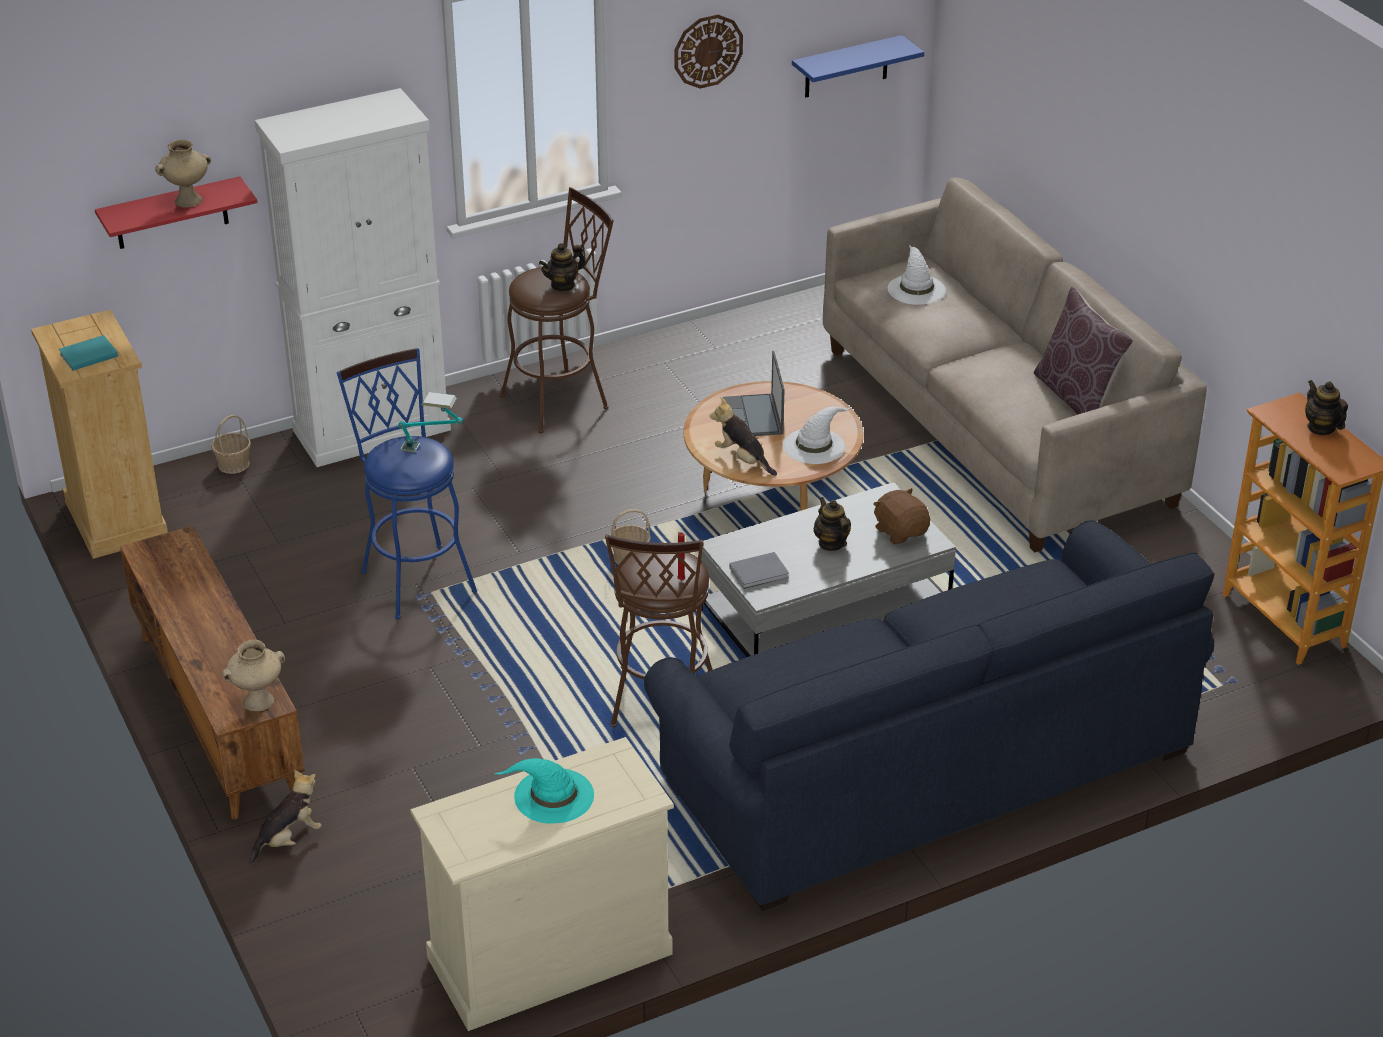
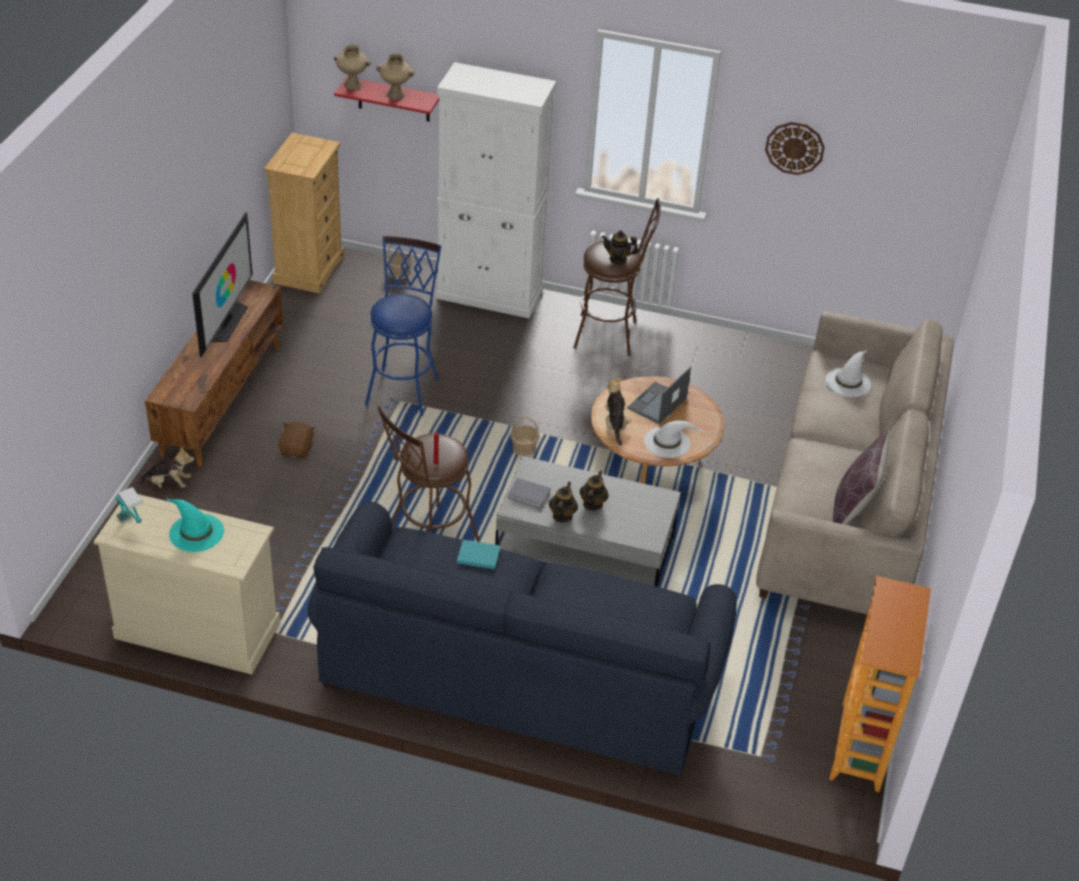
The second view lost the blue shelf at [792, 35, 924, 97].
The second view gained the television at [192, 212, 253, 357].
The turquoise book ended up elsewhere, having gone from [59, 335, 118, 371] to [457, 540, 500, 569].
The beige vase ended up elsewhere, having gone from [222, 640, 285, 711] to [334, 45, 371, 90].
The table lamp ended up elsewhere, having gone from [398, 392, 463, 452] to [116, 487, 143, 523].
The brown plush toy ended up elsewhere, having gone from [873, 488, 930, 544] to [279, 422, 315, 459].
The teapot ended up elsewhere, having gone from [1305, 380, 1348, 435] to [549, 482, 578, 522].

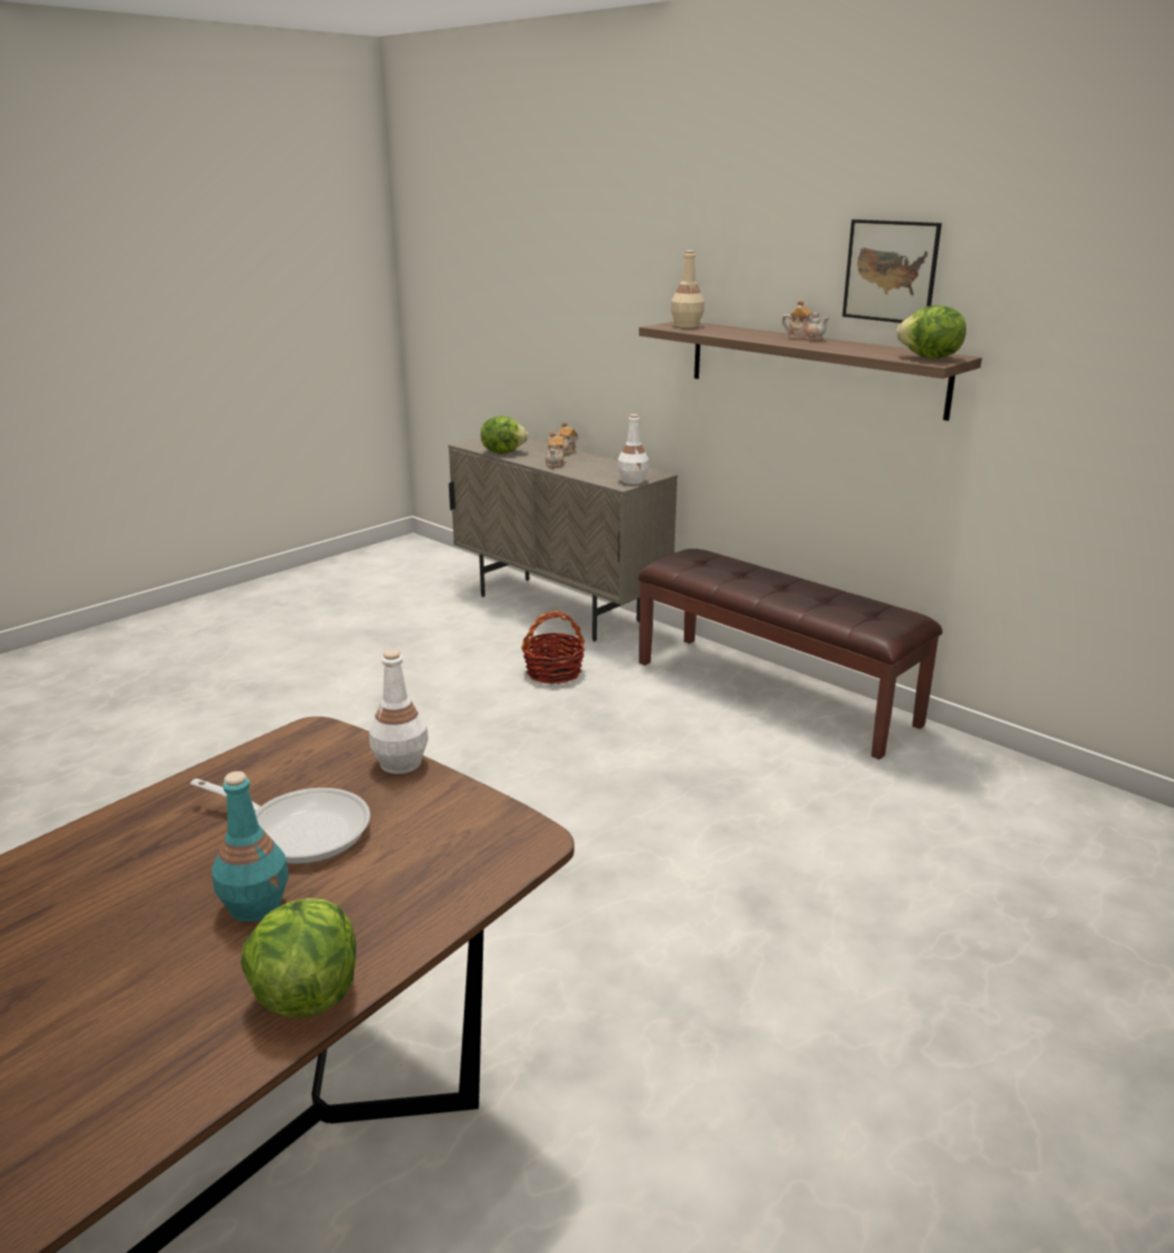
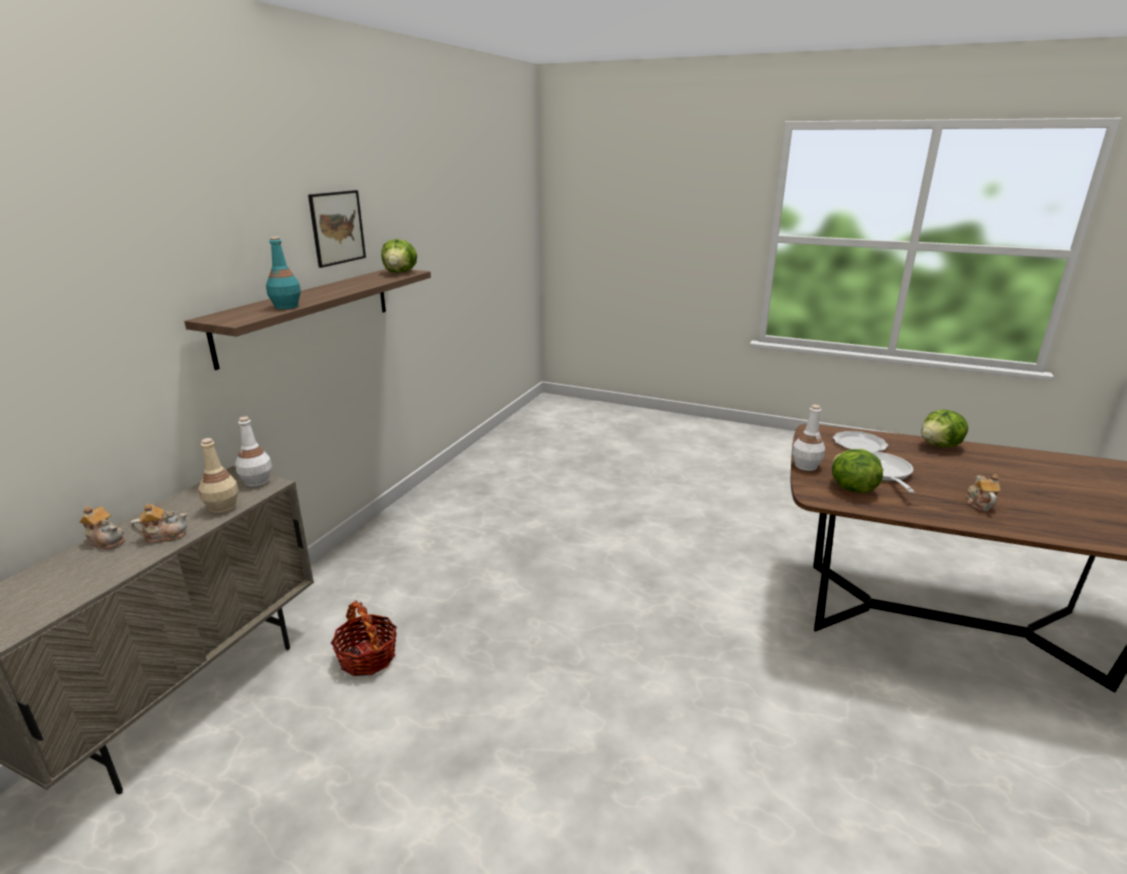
The second view lost the brown bench at [638, 549, 943, 760].
The second view gained the plate at [833, 431, 888, 452].
The turquoise bottle ended up elsewhere, having gone from [212, 771, 289, 922] to [266, 237, 301, 309].
The lettuce ended up elsewhere, having gone from [481, 416, 528, 454] to [832, 449, 883, 493].
The beige bottle ended up elsewhere, having gone from [671, 250, 704, 328] to [198, 438, 239, 513].
The teapot ended up elsewhere, having gone from [782, 299, 829, 341] to [967, 474, 1001, 511].

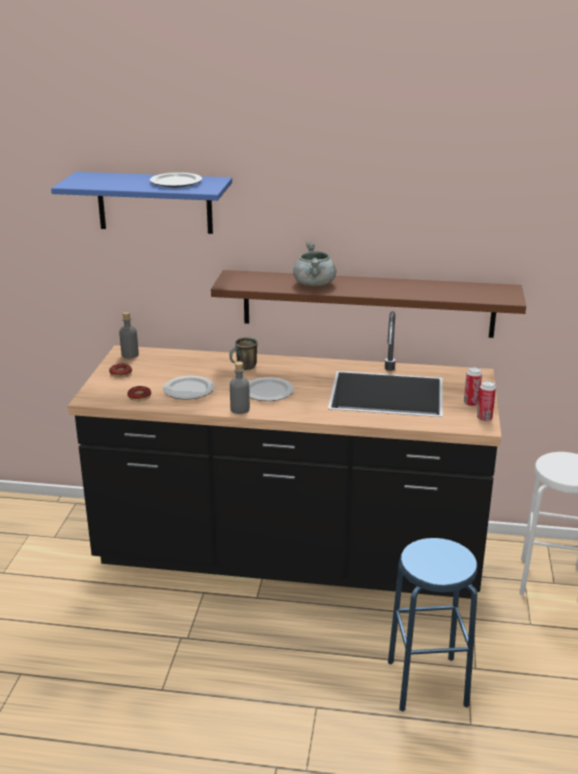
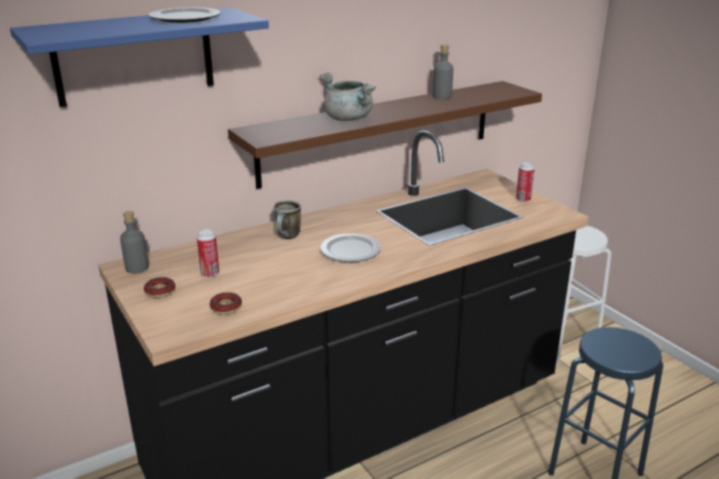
The second view lost the plate at [163, 376, 215, 400].
The grey bottle ended up elsewhere, having gone from [230, 361, 250, 414] to [433, 44, 453, 99].
The can ended up elsewhere, having gone from [477, 381, 496, 422] to [197, 229, 219, 278].

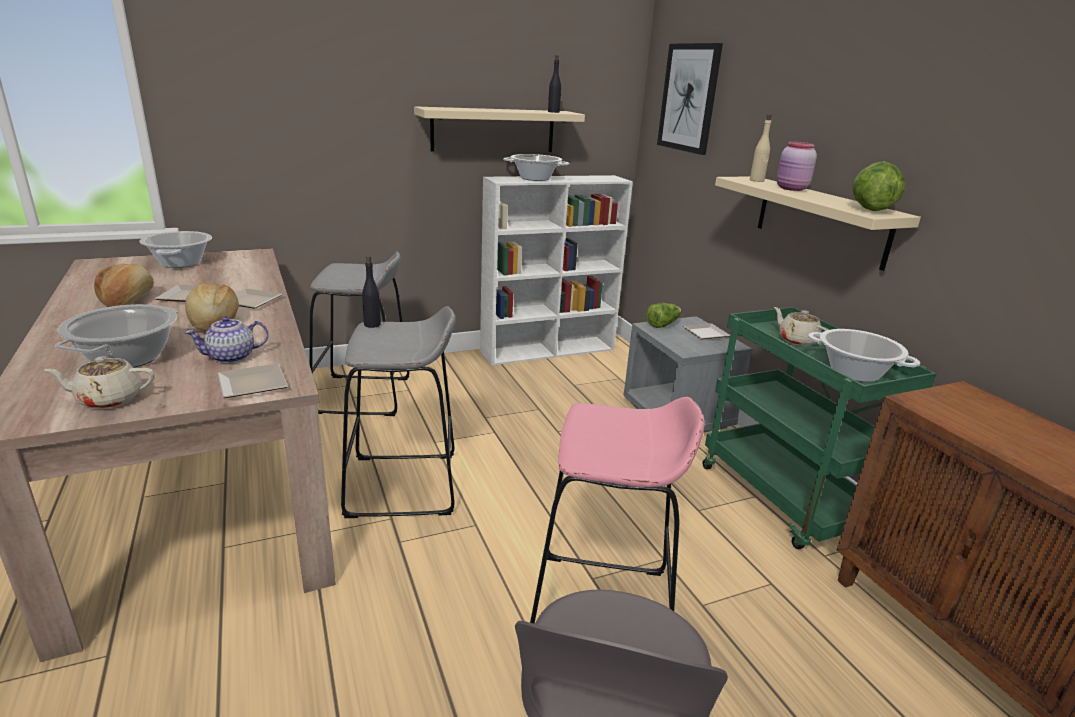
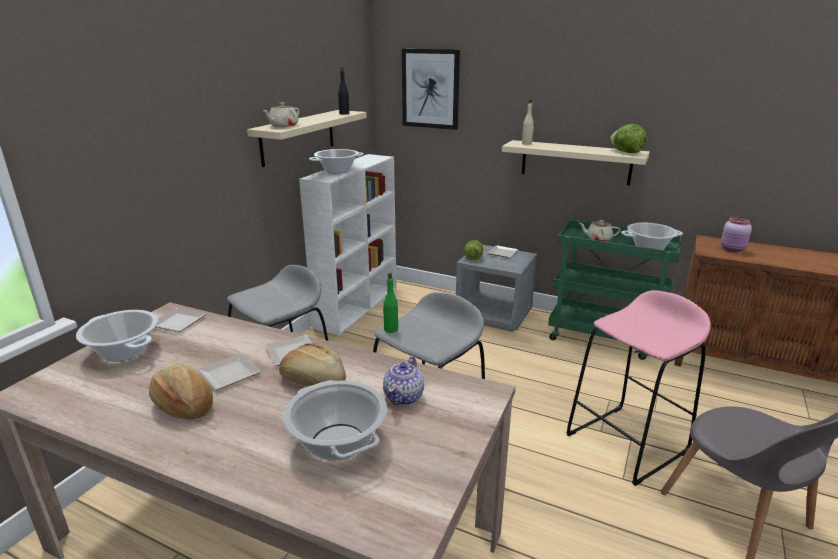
The beige teapot ended up elsewhere, having gone from [45, 356, 155, 409] to [263, 102, 300, 127].
The plate ended up elsewhere, having gone from [218, 363, 288, 398] to [156, 308, 207, 332].
The pink jar ended up elsewhere, having gone from [777, 141, 817, 191] to [721, 216, 752, 252].
What was the black bottle at [362, 256, 381, 328] turned into the green bottle at [383, 273, 398, 333].

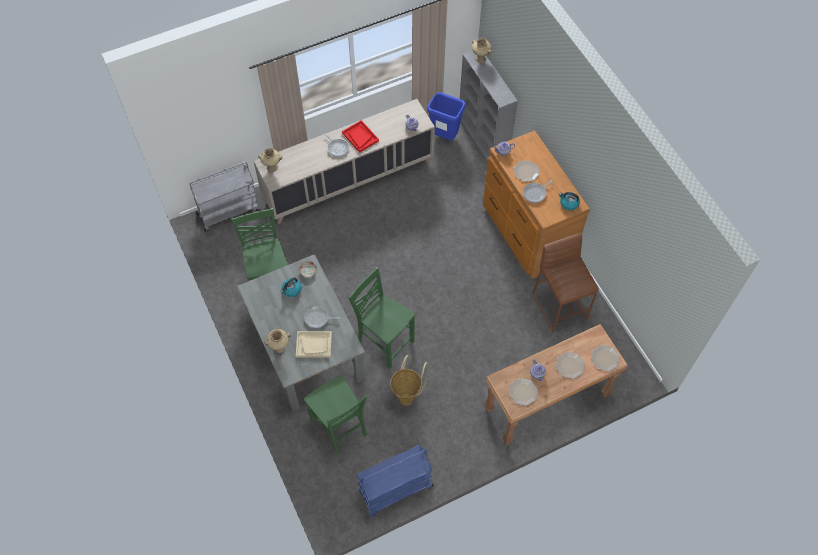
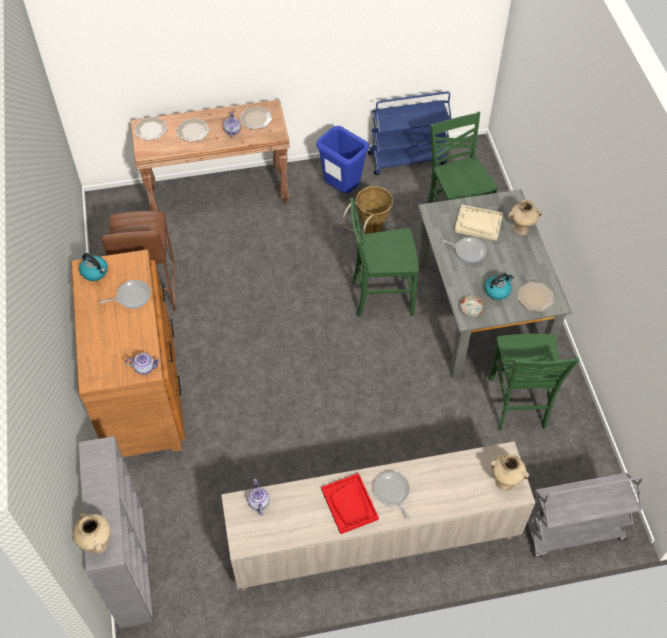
The blue trash can ended up elsewhere, having gone from [427, 92, 466, 140] to [316, 126, 369, 193].
The plate ended up elsewhere, having gone from [513, 160, 540, 182] to [518, 282, 554, 312].
The green chair at [348, 267, 415, 369] ended up facing another way, 120 degrees clockwise from before.

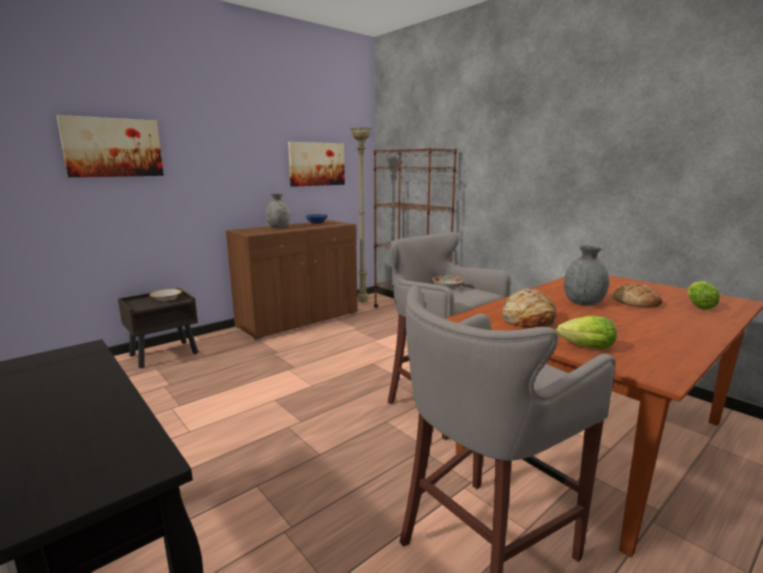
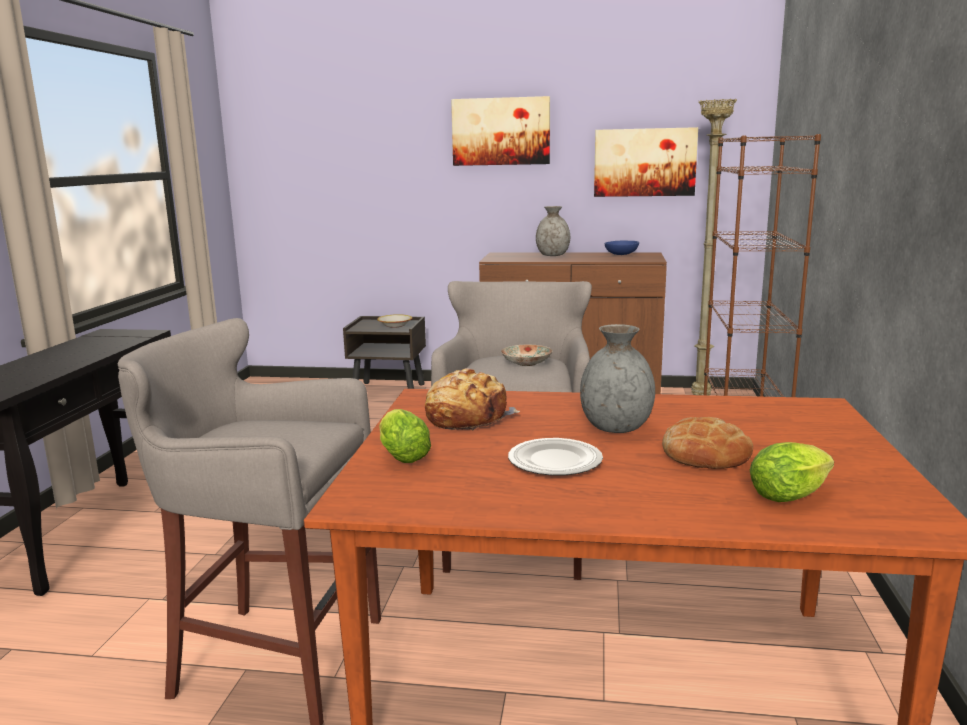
The second view gained the plate at [508, 438, 603, 476].
The picture ended up elsewhere, having gone from [56, 115, 164, 177] to [451, 96, 550, 166].

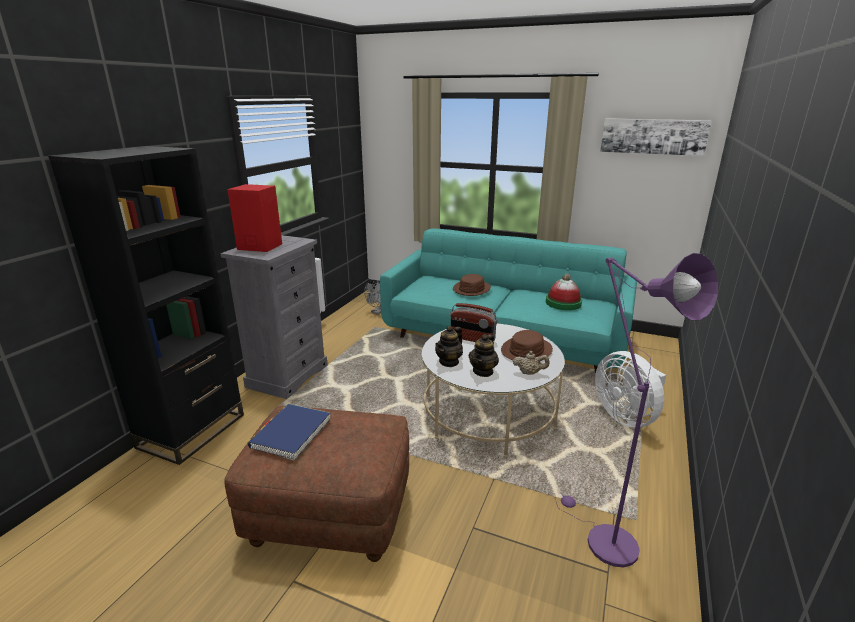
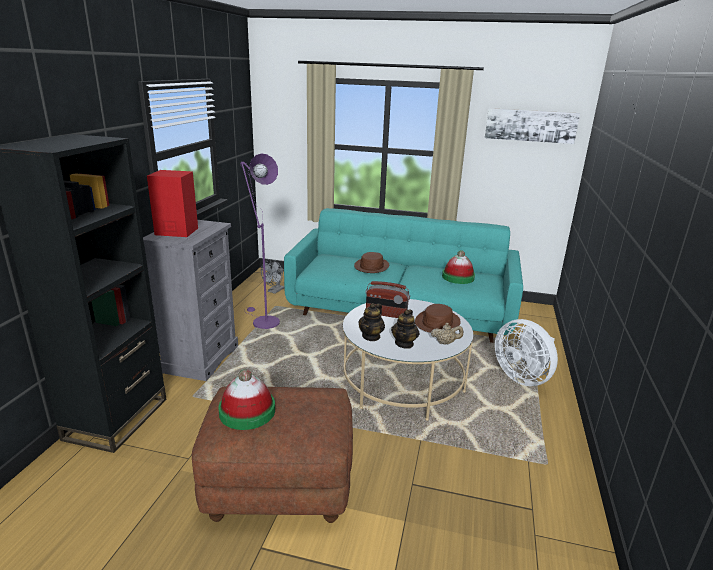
The purple floor lamp ended up elsewhere, having gone from [555, 253, 718, 568] to [240, 154, 280, 329].
Where the blue book stood at [248, 404, 330, 461], the hat came to stand at [218, 369, 275, 430].

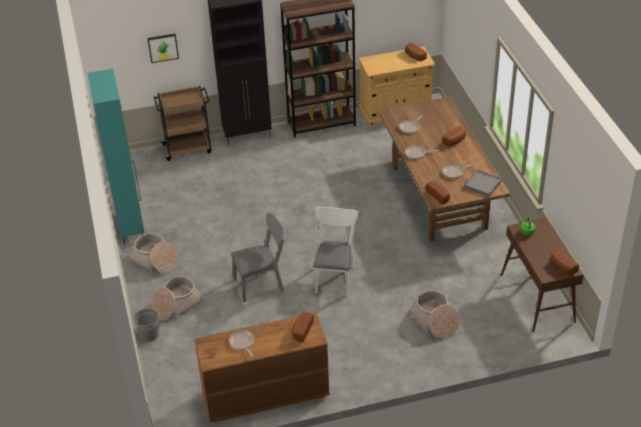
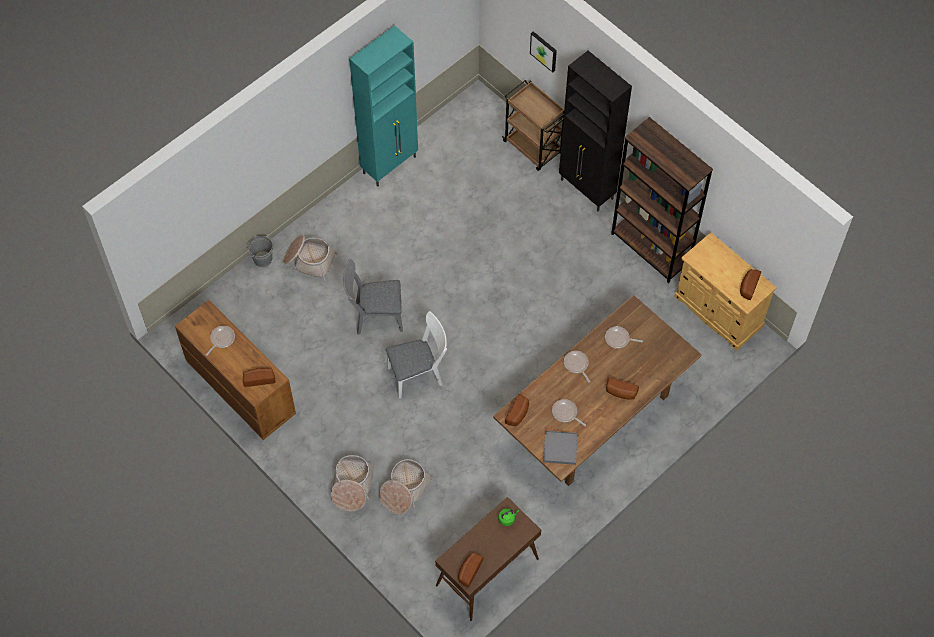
The basket ended up elsewhere, having gone from [129, 233, 178, 274] to [331, 455, 375, 512].
The grey chair at [231, 212, 285, 302] ended up facing another way, 135 degrees clockwise from before.

